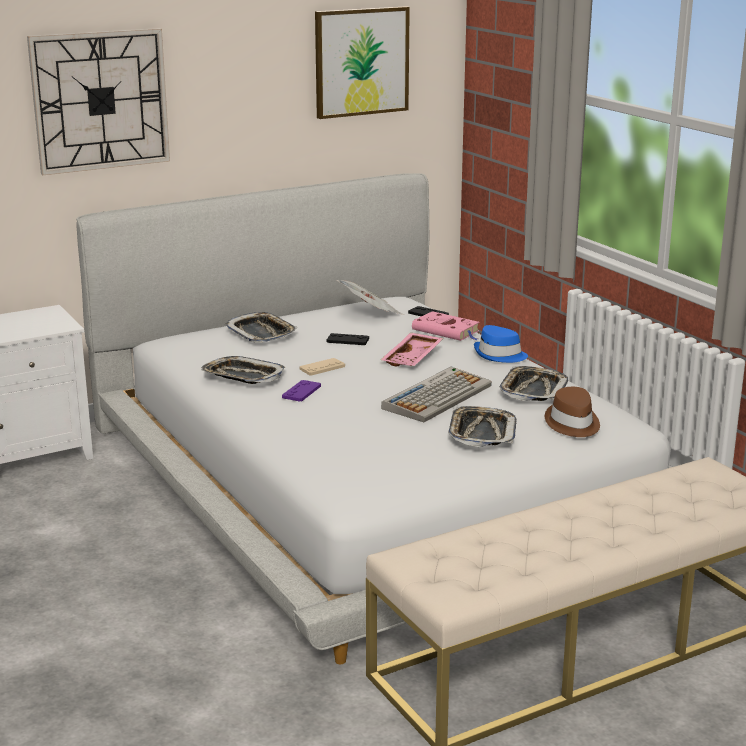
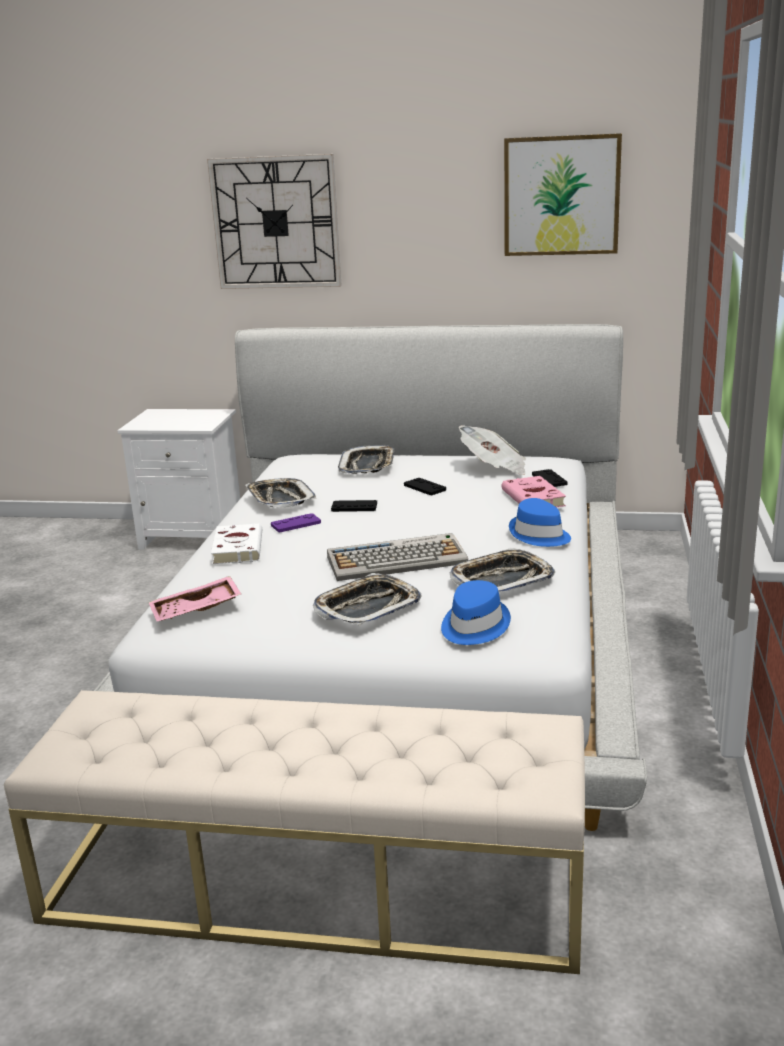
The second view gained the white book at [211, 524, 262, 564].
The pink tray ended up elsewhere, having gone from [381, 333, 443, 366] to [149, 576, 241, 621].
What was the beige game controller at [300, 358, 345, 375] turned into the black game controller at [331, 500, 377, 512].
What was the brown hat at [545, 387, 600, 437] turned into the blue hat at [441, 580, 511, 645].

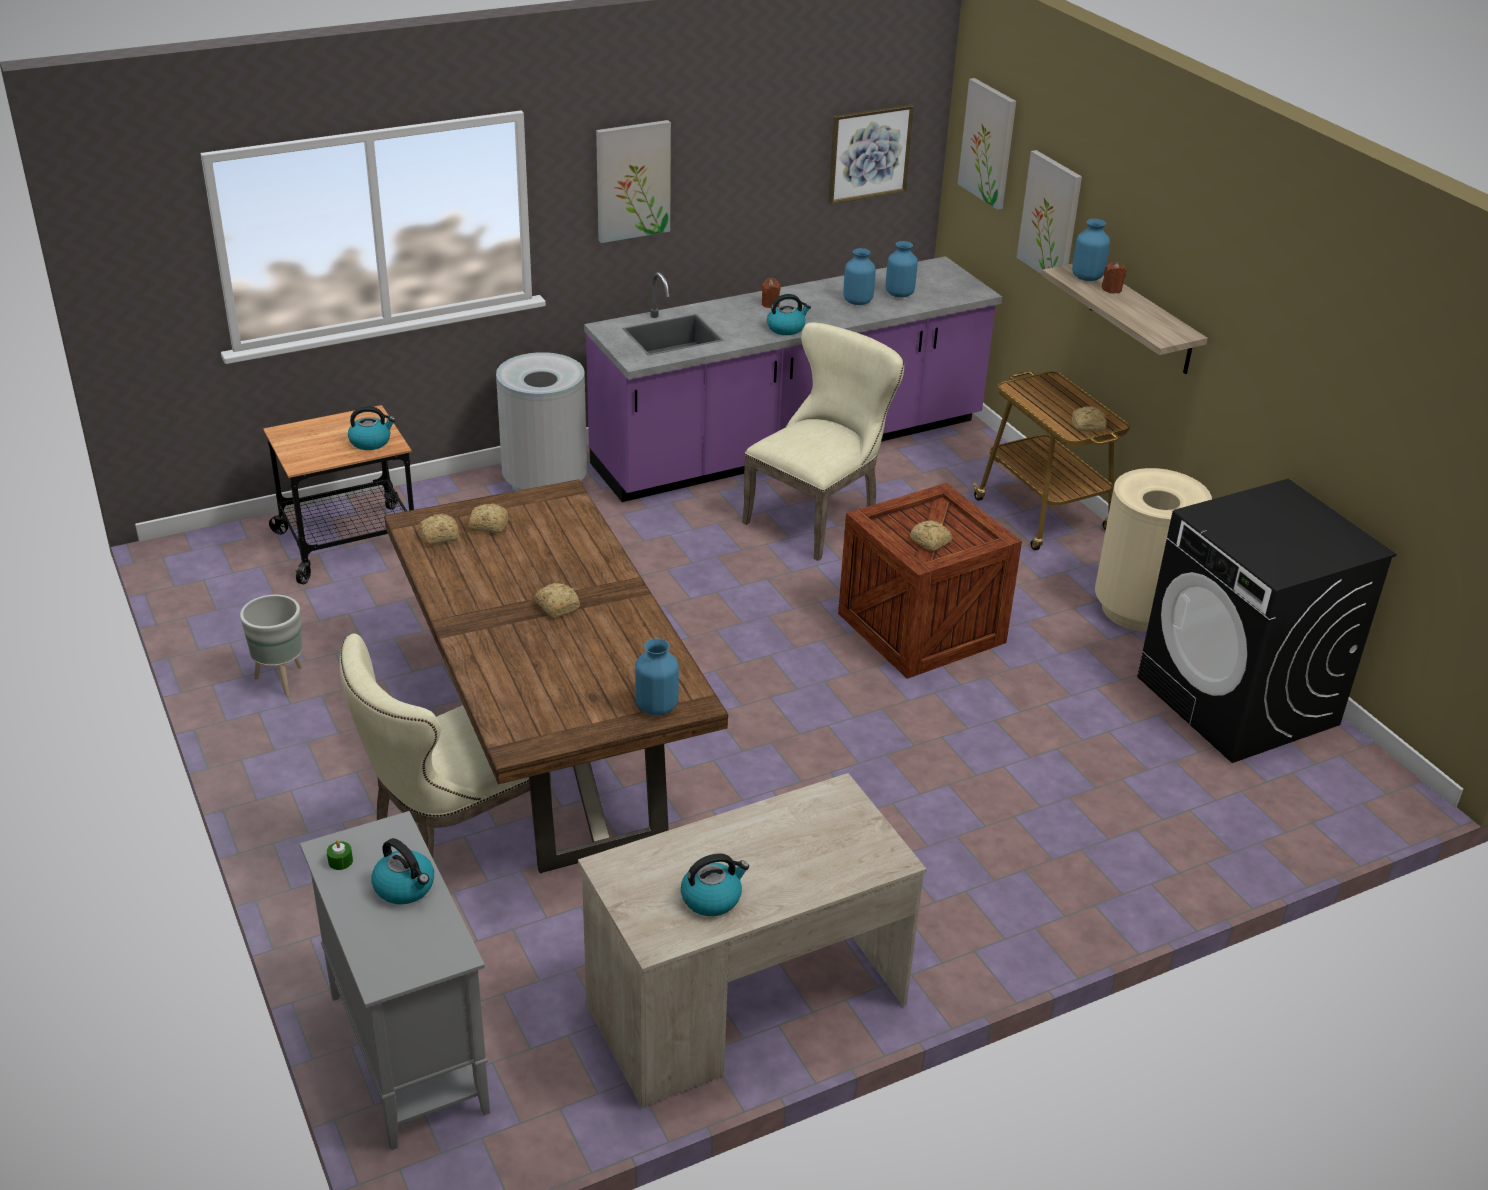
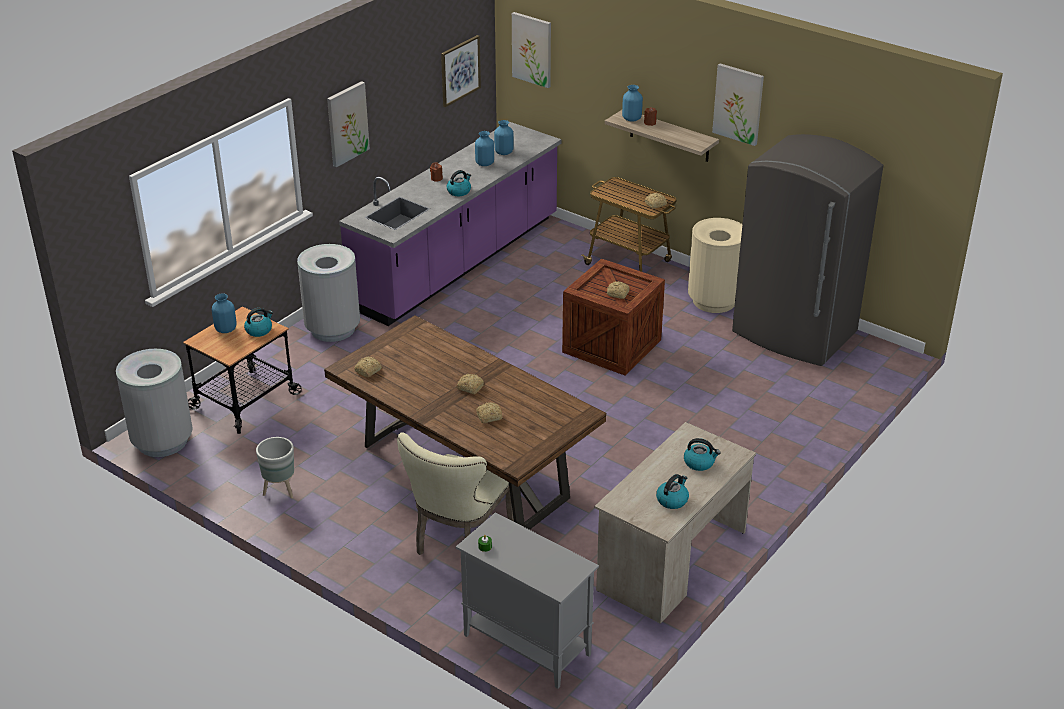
The second view lost the beige chair at [742, 323, 904, 561].
The second view gained the grey trash can at [116, 349, 192, 457].
The kettle ended up elsewhere, having gone from [372, 838, 434, 905] to [684, 438, 721, 471].
The bread ended up elsewhere, having gone from [469, 503, 508, 533] to [476, 402, 502, 423].
The blue vase ended up elsewhere, having gone from [635, 638, 679, 715] to [212, 294, 237, 333].
The picture ended up elsewhere, having gone from [1017, 150, 1082, 274] to [712, 63, 764, 146].
Where the black washing machine stood at [1137, 479, 1397, 763], the grey fridge came to stand at [732, 134, 884, 366].

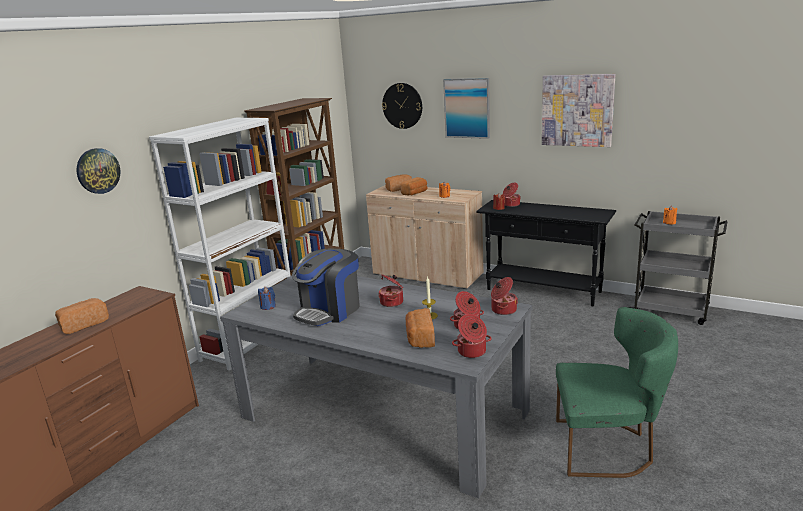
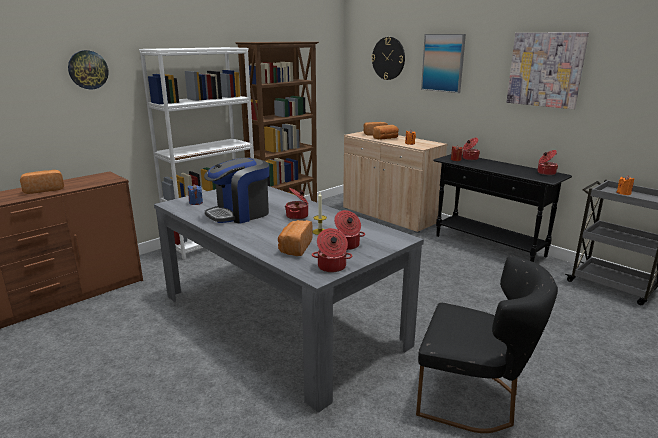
The cooking pot ended up elsewhere, having gone from [491, 277, 518, 315] to [538, 150, 558, 175].
What was the green chair at [556, 307, 678, 478] turned into the black chair at [416, 255, 558, 433].

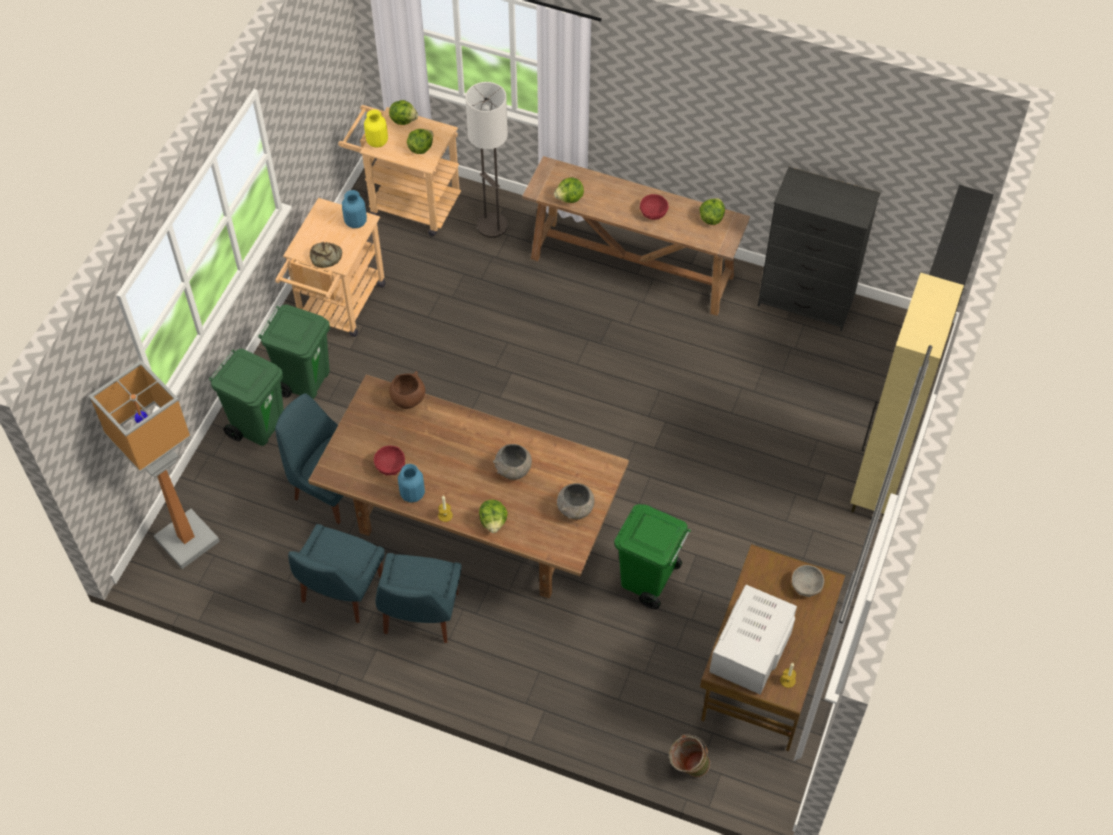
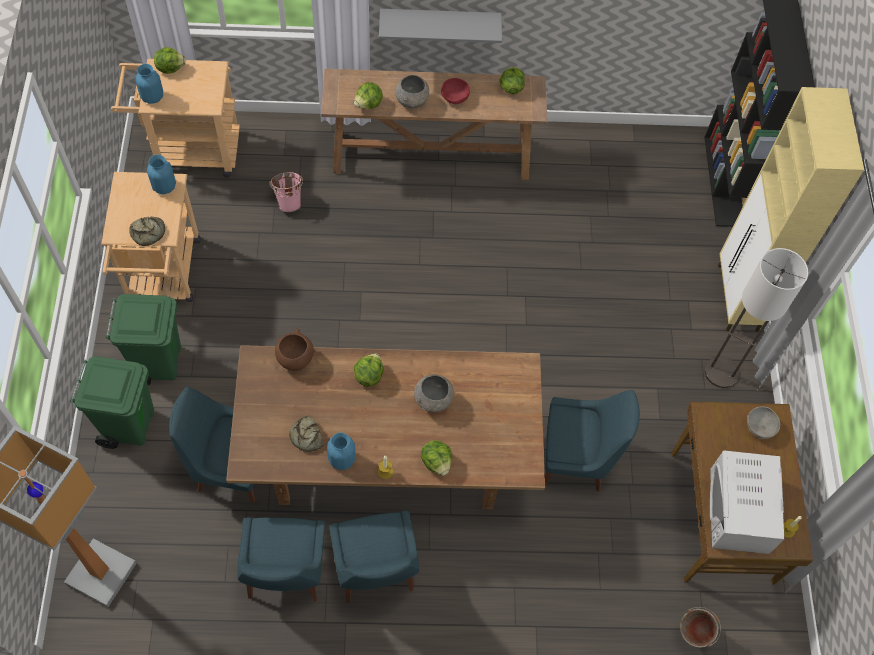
The second view lost the black dresser at [758, 167, 880, 331].
The second view gained the pink bucket at [269, 172, 303, 212].
The second view gained the grey shelf at [379, 9, 502, 43].
The lettuce ended up elsewhere, having gone from [407, 129, 433, 154] to [354, 353, 383, 387].
The floor lamp ended up elsewhere, having gone from [465, 82, 508, 238] to [705, 248, 808, 388].
The grey bowl ended up elsewhere, having gone from [557, 483, 594, 519] to [395, 75, 429, 108].
Where the red bowl stood at [374, 446, 405, 475], the bread came to stand at [289, 416, 324, 452].
Where the green trash can stood at [614, 504, 691, 609], the blue chair came to stand at [545, 390, 640, 492].
What was the yellow vase at [364, 109, 388, 148] turned into the blue vase at [136, 64, 163, 104].

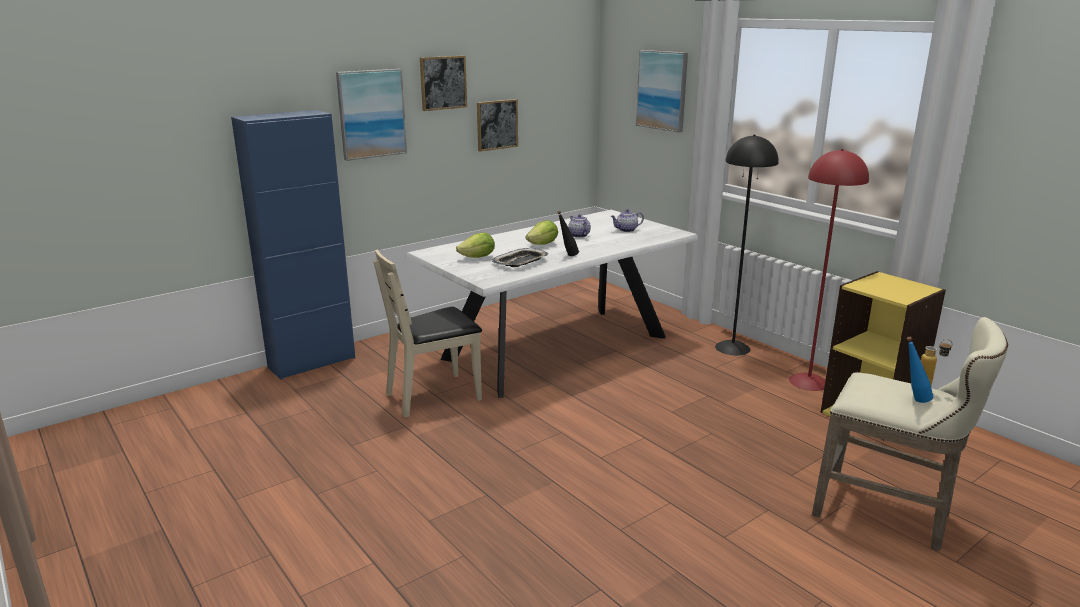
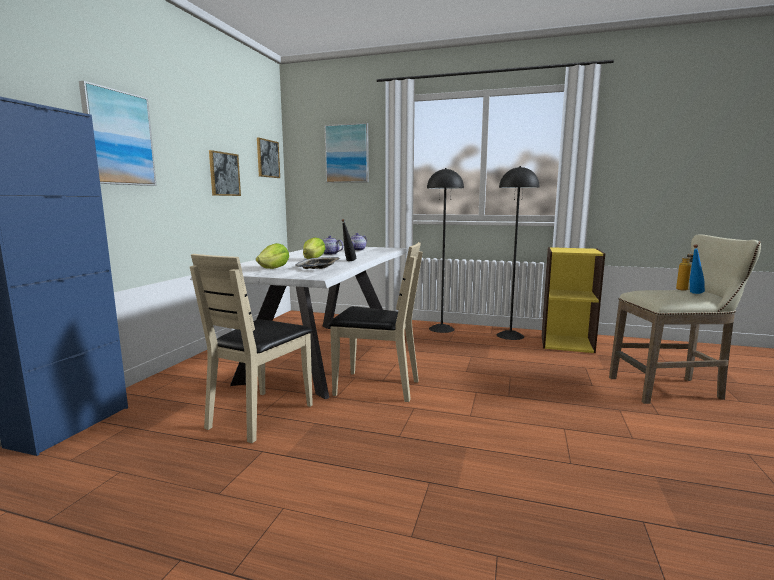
The second view gained the beige chair at [328, 242, 423, 402].
The picture ended up elsewhere, having gone from [420, 56, 467, 111] to [257, 138, 280, 178].
What was the red floor lamp at [789, 149, 869, 391] turned into the black floor lamp at [497, 166, 539, 340].

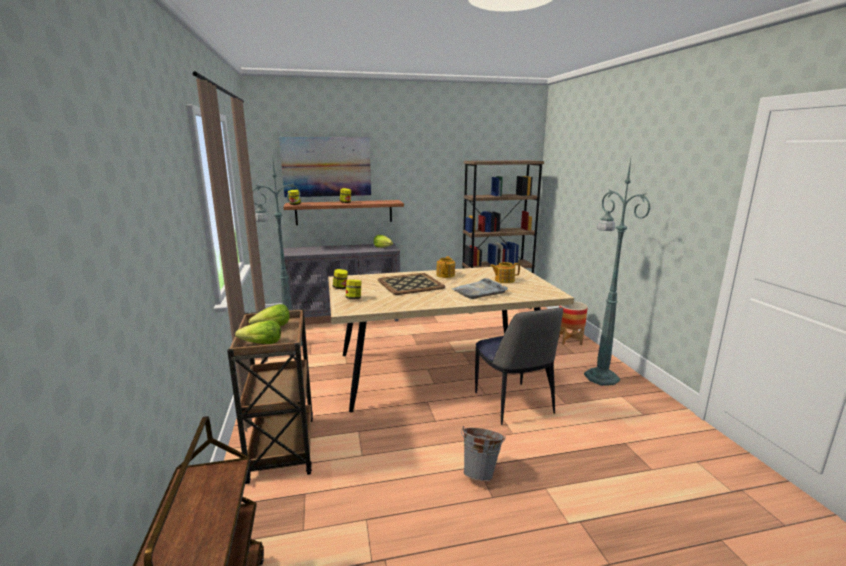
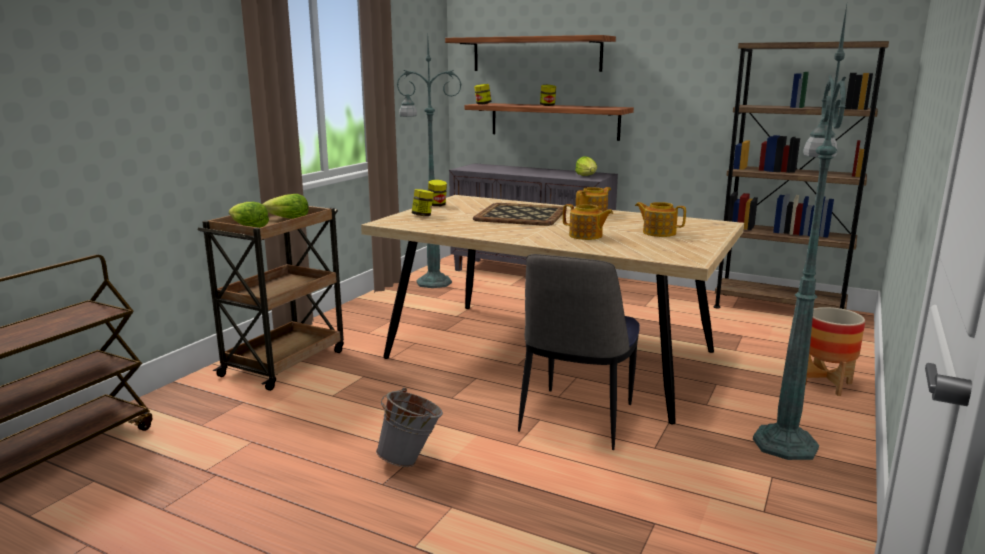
Where the picture hung at [279, 137, 371, 197], the shelf came to hang at [445, 35, 616, 72].
Where the grey tray stood at [451, 278, 508, 299], the teapot came to stand at [563, 204, 613, 240].

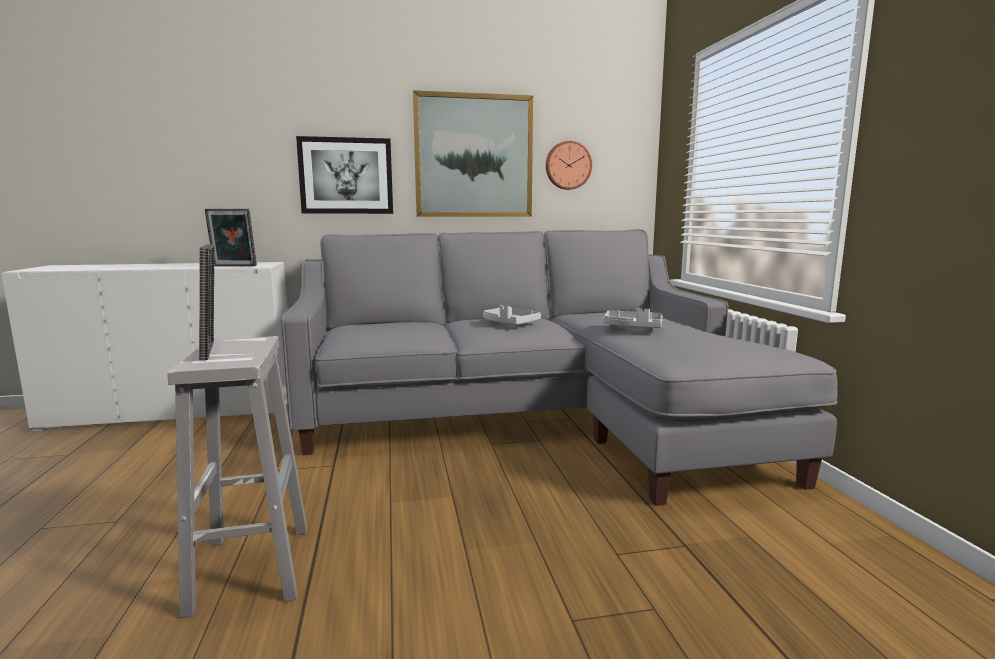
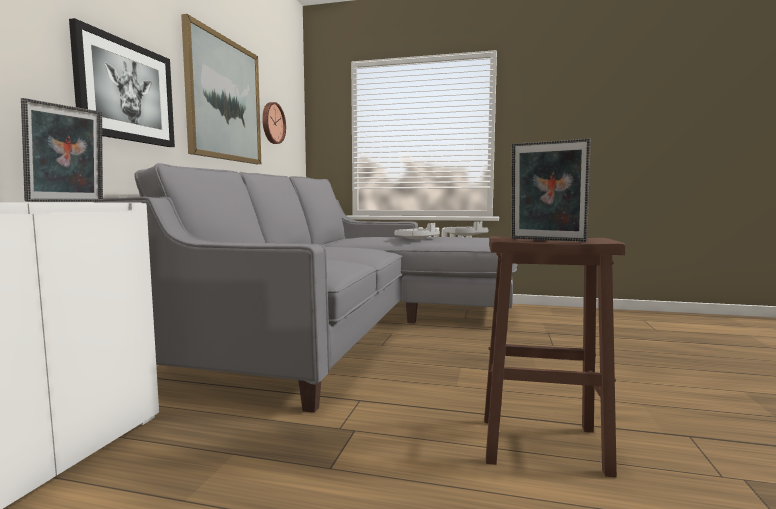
The grey tray ended up elsewhere, having gone from [483, 305, 541, 325] to [444, 221, 488, 236].
What was the white stool at [167, 336, 307, 618] turned into the brown stool at [484, 236, 625, 478].
The picture frame at [199, 244, 214, 360] ended up facing another way, 150 degrees counterclockwise from before.

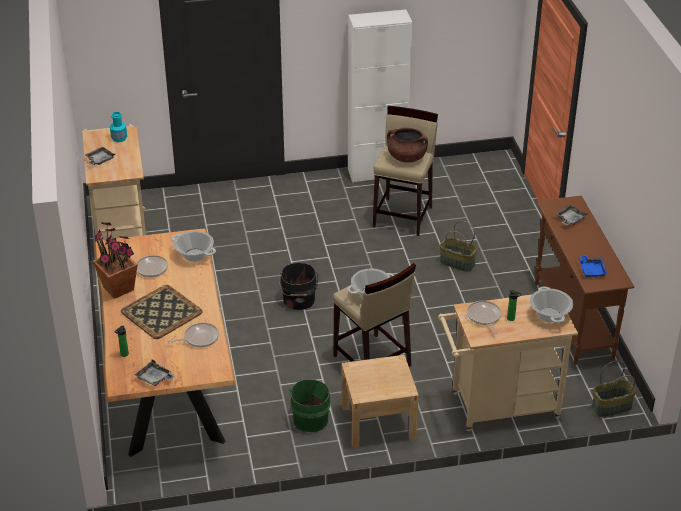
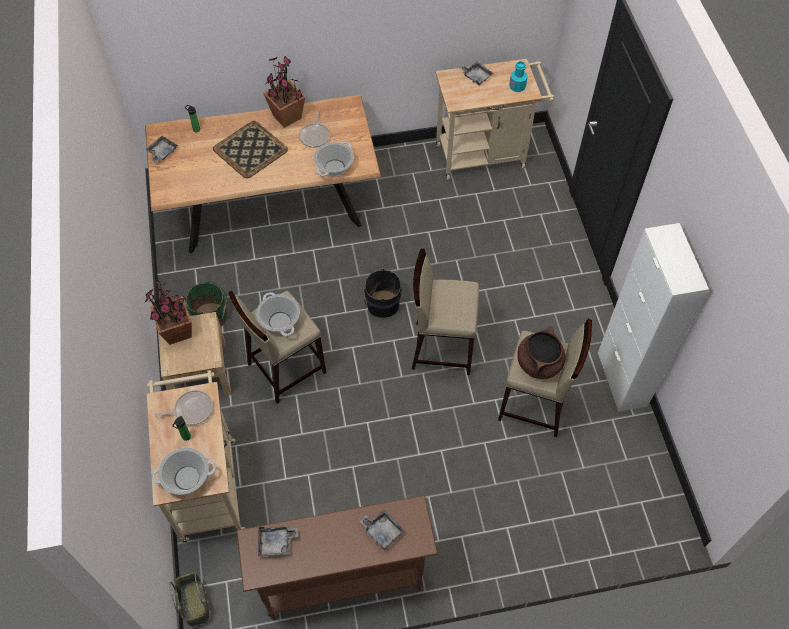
The second view lost the frying pan at [168, 323, 219, 347].
The second view lost the basket at [440, 221, 477, 272].
The second view gained the potted plant at [145, 281, 192, 345].
The second view gained the beige stool at [412, 249, 479, 375].
What was the blue tray at [579, 255, 607, 278] turned into the grey tray at [258, 526, 298, 557].

